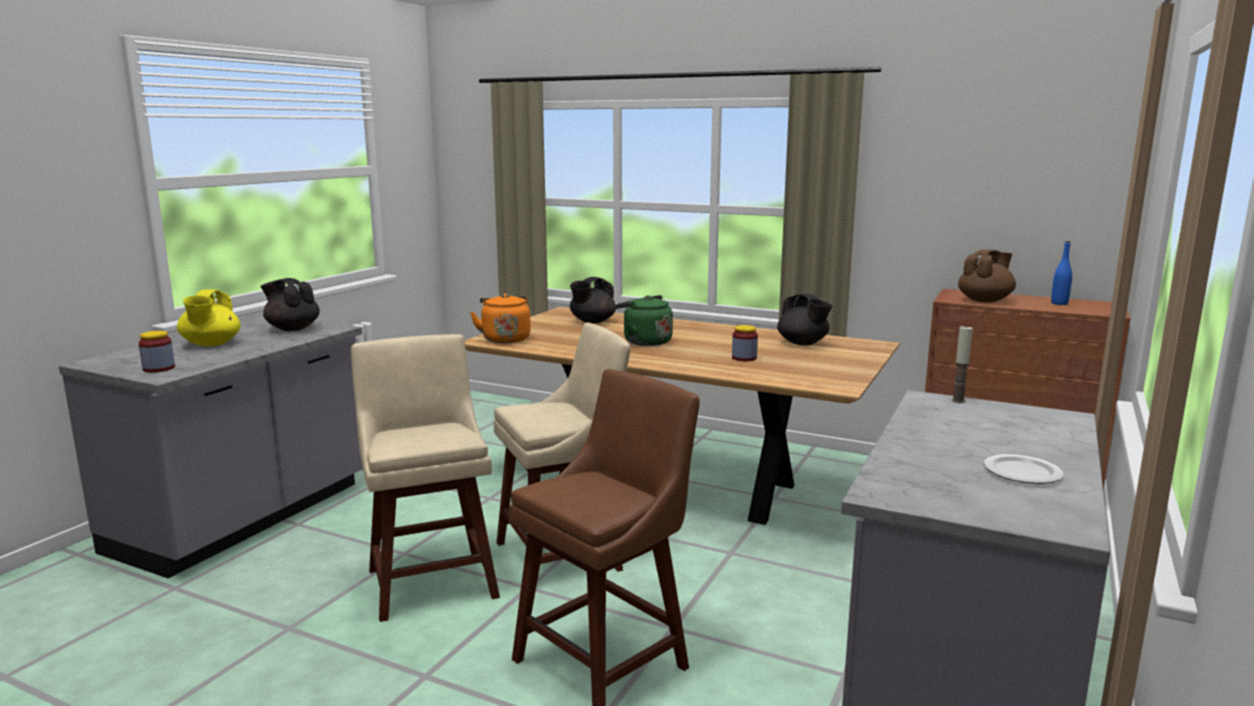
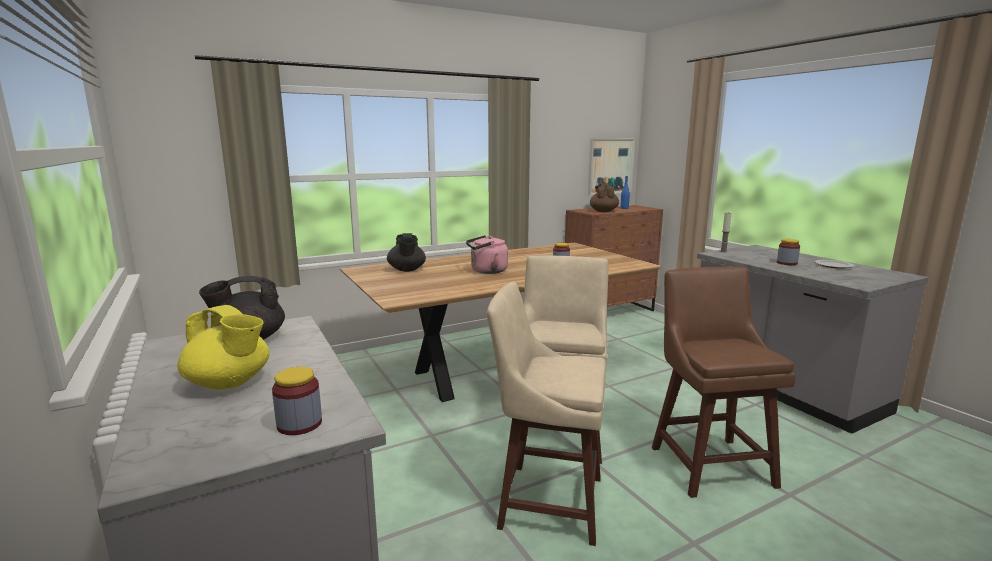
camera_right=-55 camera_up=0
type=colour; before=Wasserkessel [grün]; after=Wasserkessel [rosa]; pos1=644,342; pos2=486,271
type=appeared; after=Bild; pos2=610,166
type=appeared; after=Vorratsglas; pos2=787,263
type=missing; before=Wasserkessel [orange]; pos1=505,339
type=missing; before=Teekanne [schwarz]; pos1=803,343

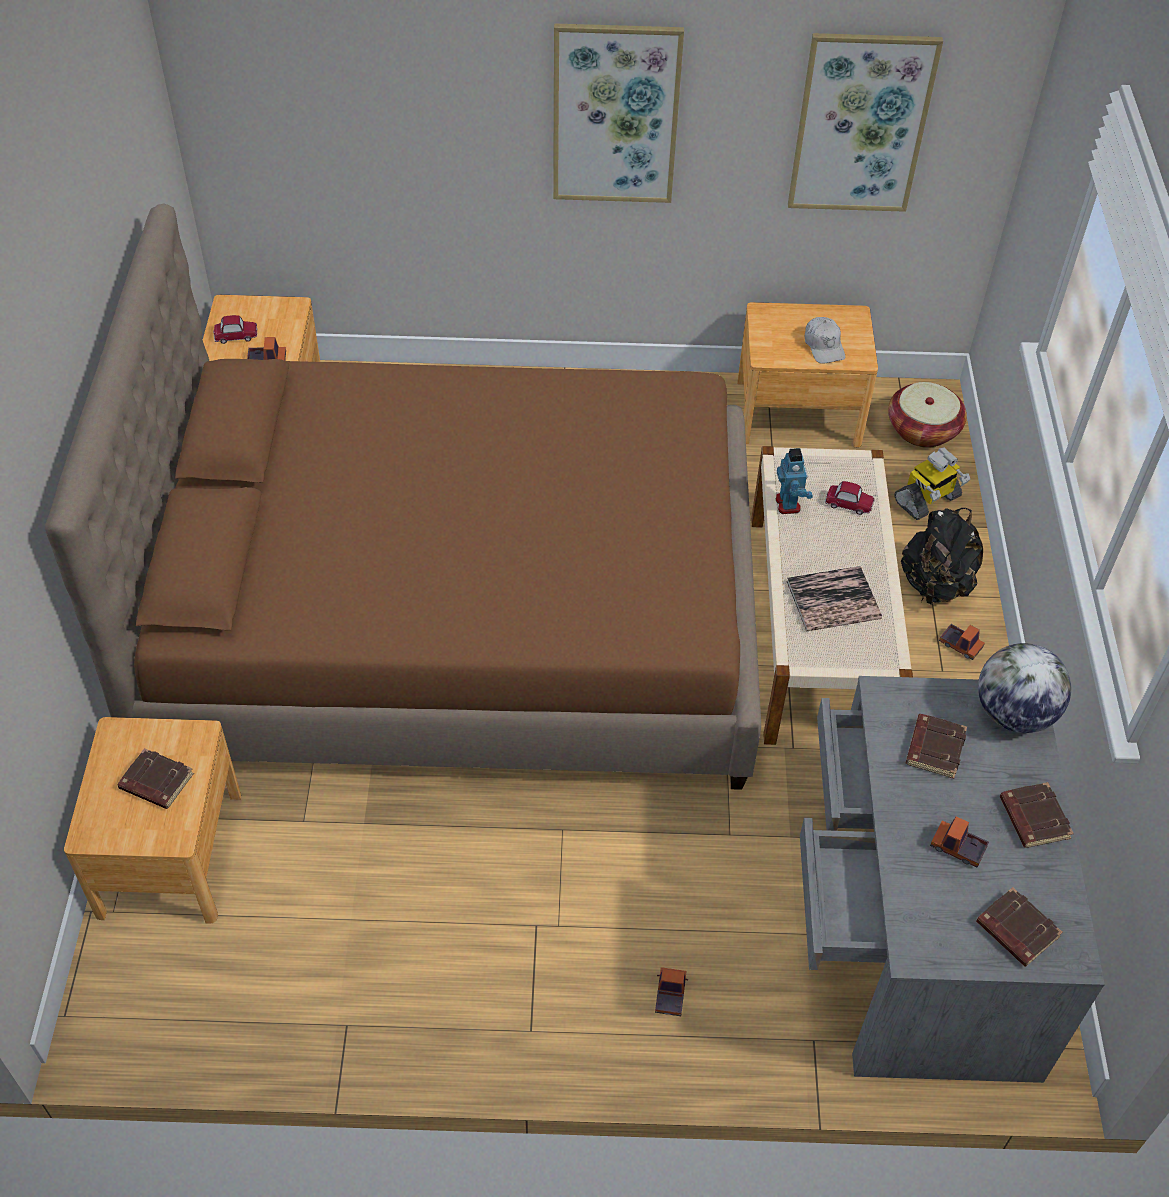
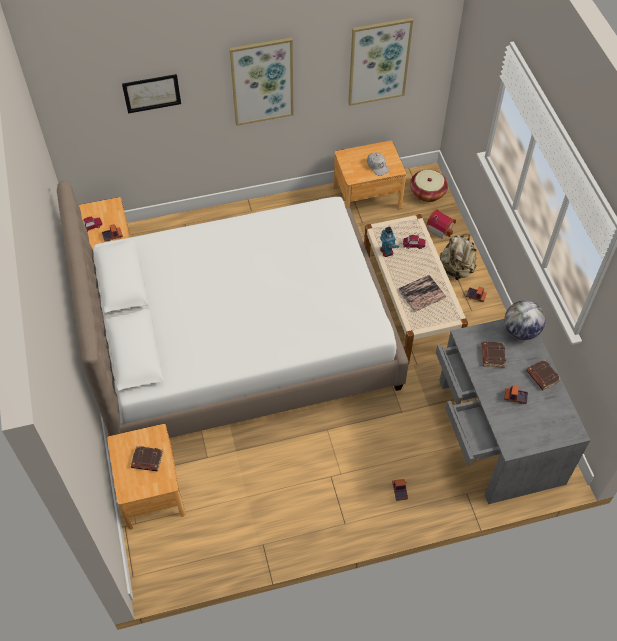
camera_right=-15 camera_up=5
type=colour; before=Bett [braun]; after=Bett [weiß]; pos1=455,615; pos2=240,340
type=appeared; after=Bild; pos2=152,93
type=exchanged; before=Spielzeugroboter; after=Spielzeughaus; pos1=927,500; pos2=440,228
type=colour; before=Rucksack [schwarz]; after=Rucksack [beige]; pos1=935,585; pos2=456,269
type=missing; before=Buch [braun]; pos1=1015,930

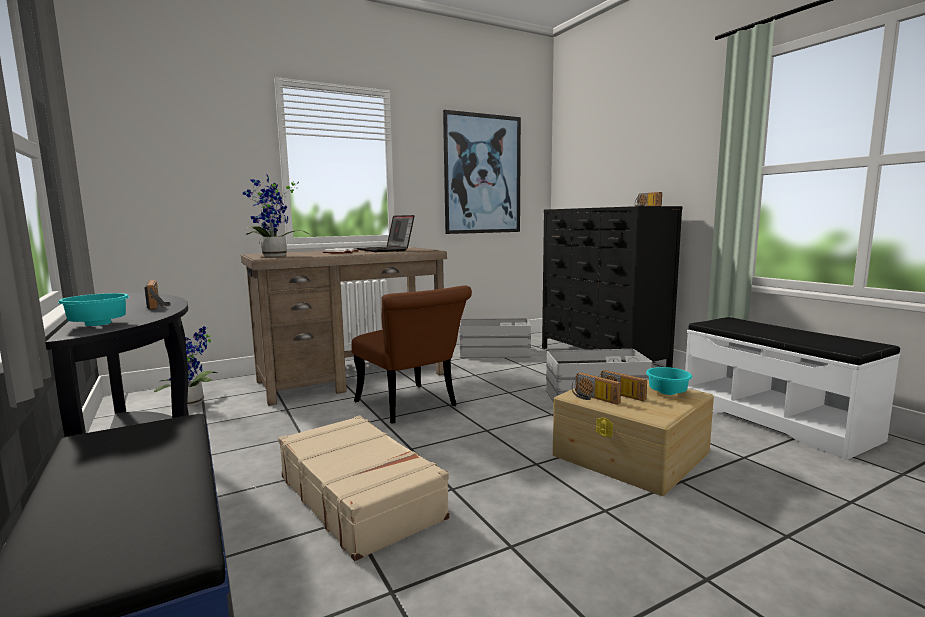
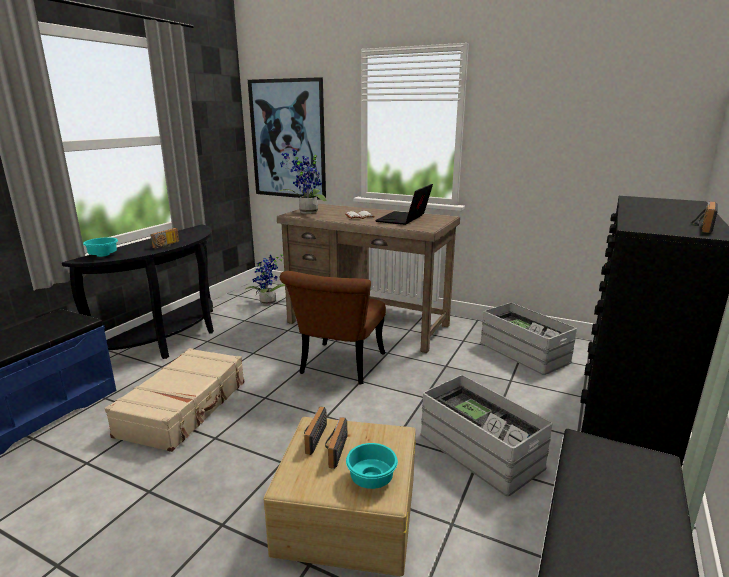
camera_right=55 camera_up=10
type=relocated; before=Bild; pos1=482,174; pos2=288,139

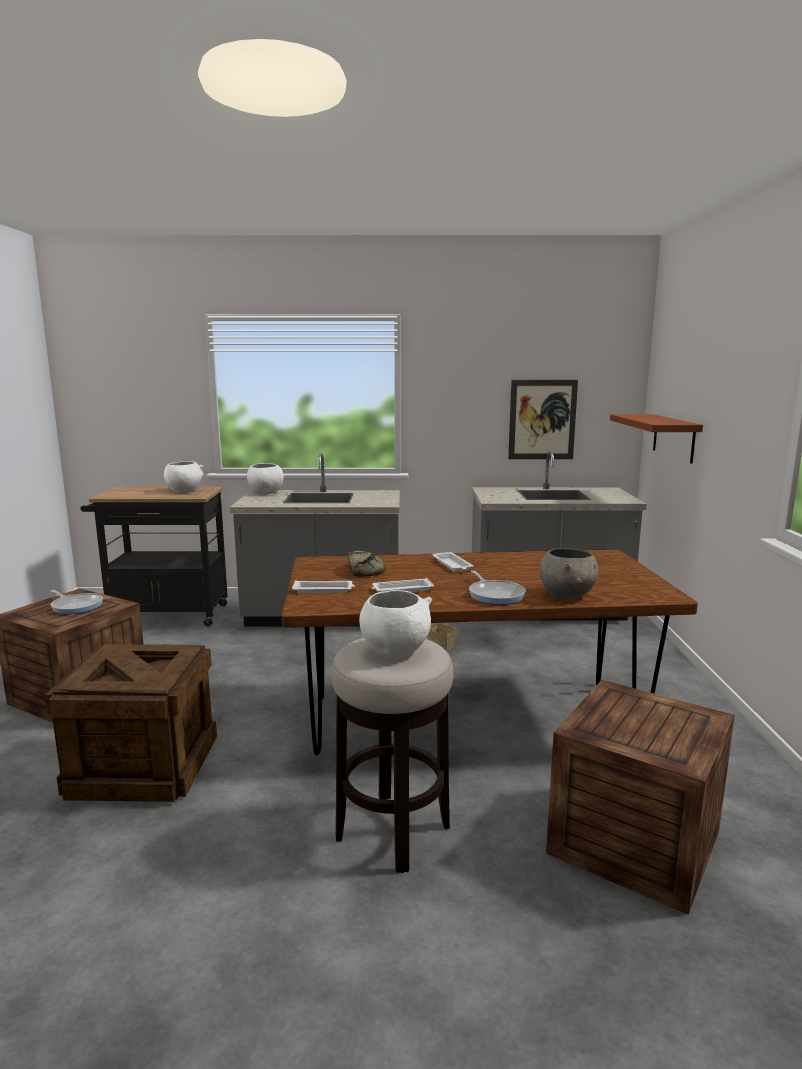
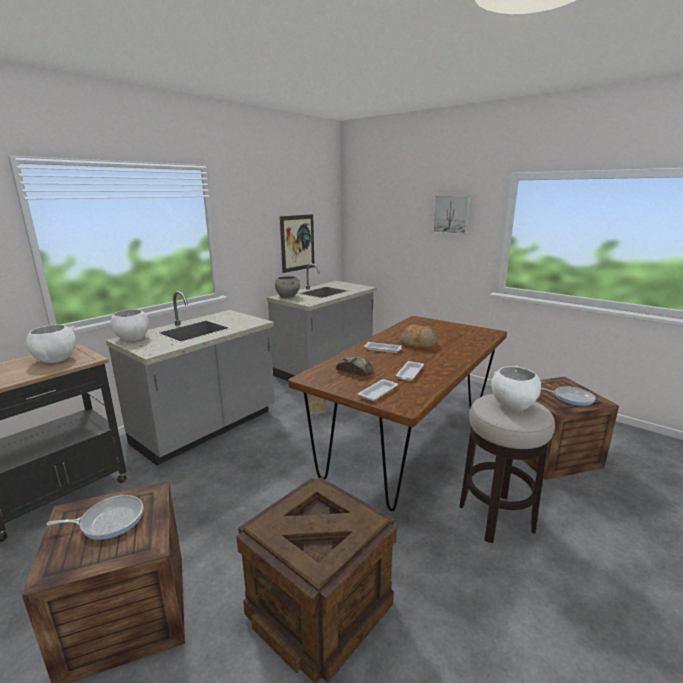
camera_right=-50 camera_up=5
type=relocated; before=Schüssel [grau]; pos1=567,595; pos2=288,296
type=appeared; after=Brot; pos2=418,344
type=appeared; after=Bild; pos2=451,214
type=relocated; before=Pfanne; pos1=495,595; pos2=571,398
type=missing; before=Wandregal [braun]; pos1=673,437

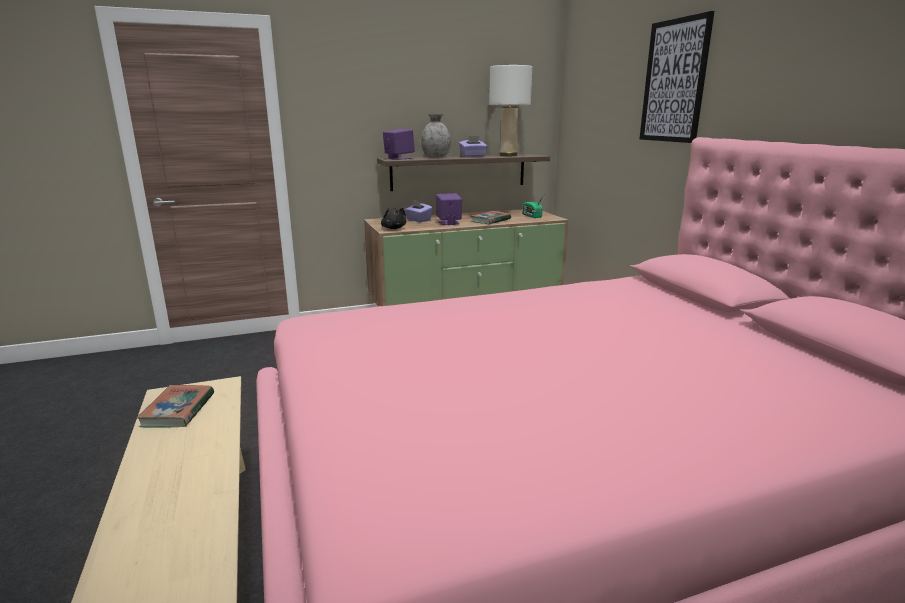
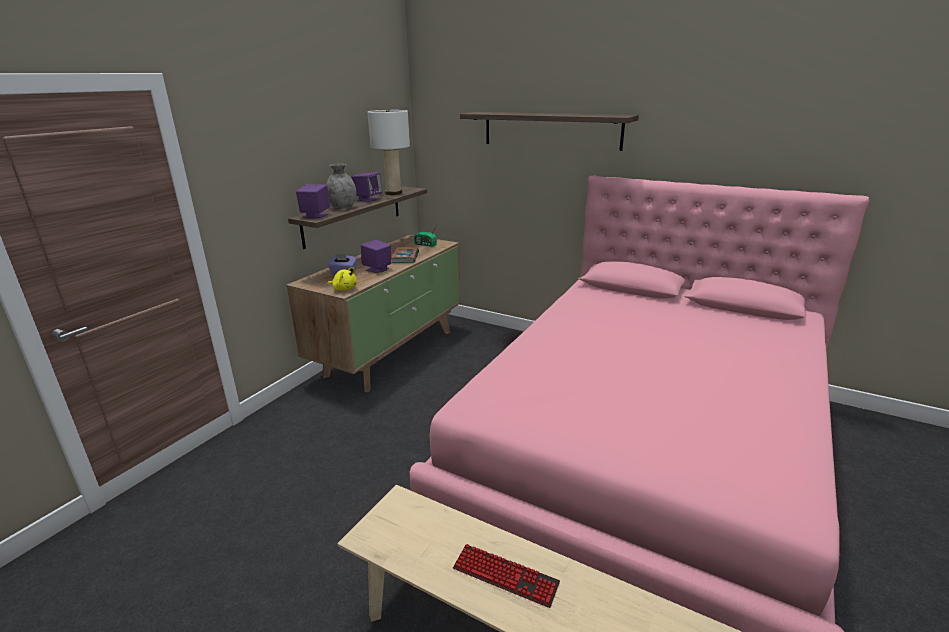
camera_right=-40 camera_up=5
type=colour; before=Plüschtier [schwarz]; after=Plüschtier [gelb]; pos1=393,228; pos2=344,289
type=exchanged; before=Taschentuchbox [lila]; after=Lautsprecher [lila]; pos1=473,156; pos2=368,199
type=appeared; after=Tastatur; pos2=505,576
type=exchanged; before=Bild; after=Wandregal; pos1=674,81; pos2=551,130
type=missing; before=Buch; pos1=178,410

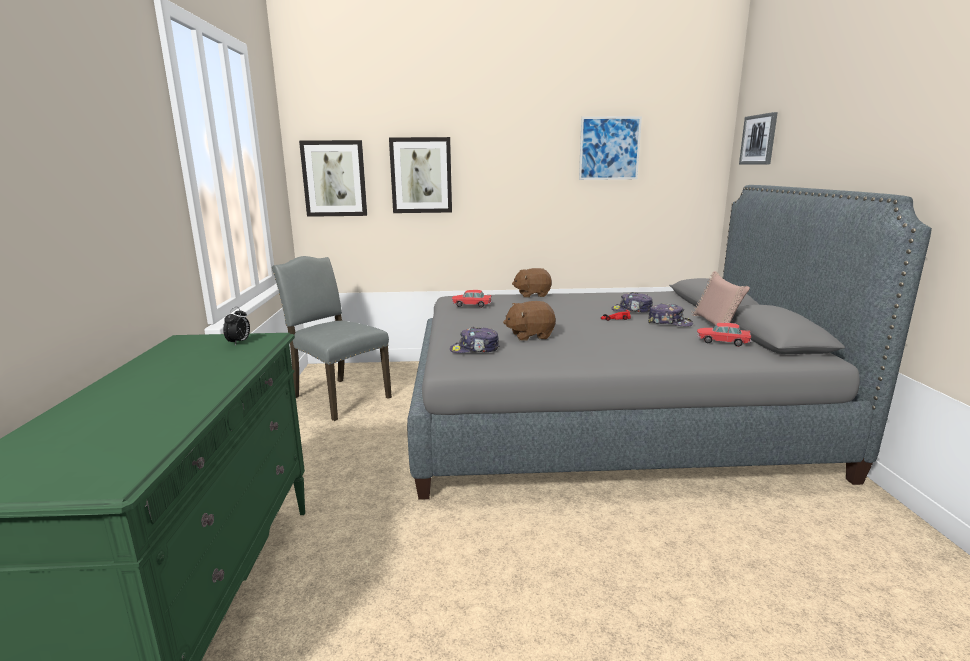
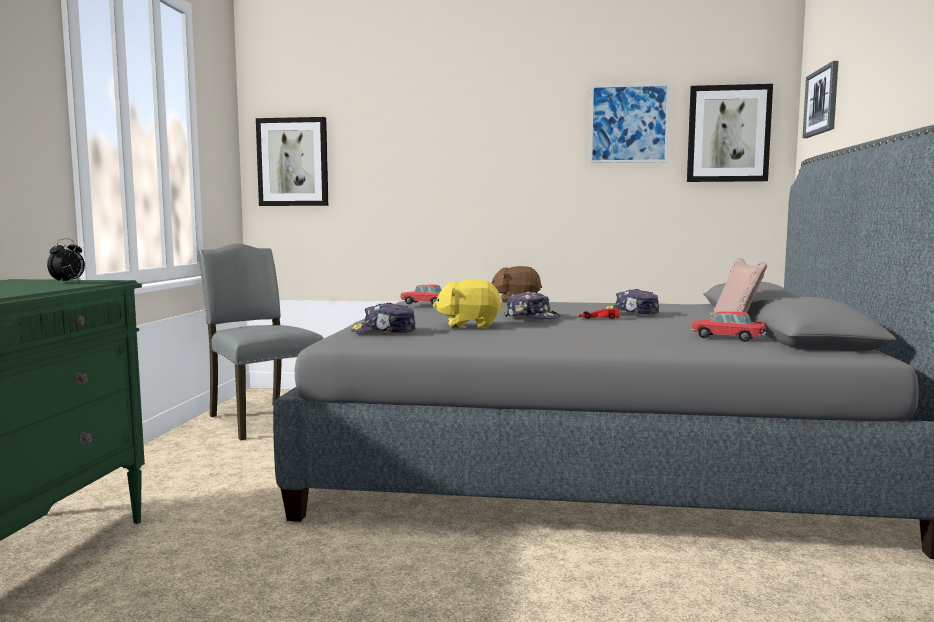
camera_right=10 camera_up=-10
type=colour; before=Plüschtier [braun]; after=Plüschtier [gelb]; pos1=530,335; pos2=469,326
type=relocated; before=Kappe; pos1=669,323; pos2=532,317
type=relocated; before=Bild; pos1=421,175; pos2=728,134

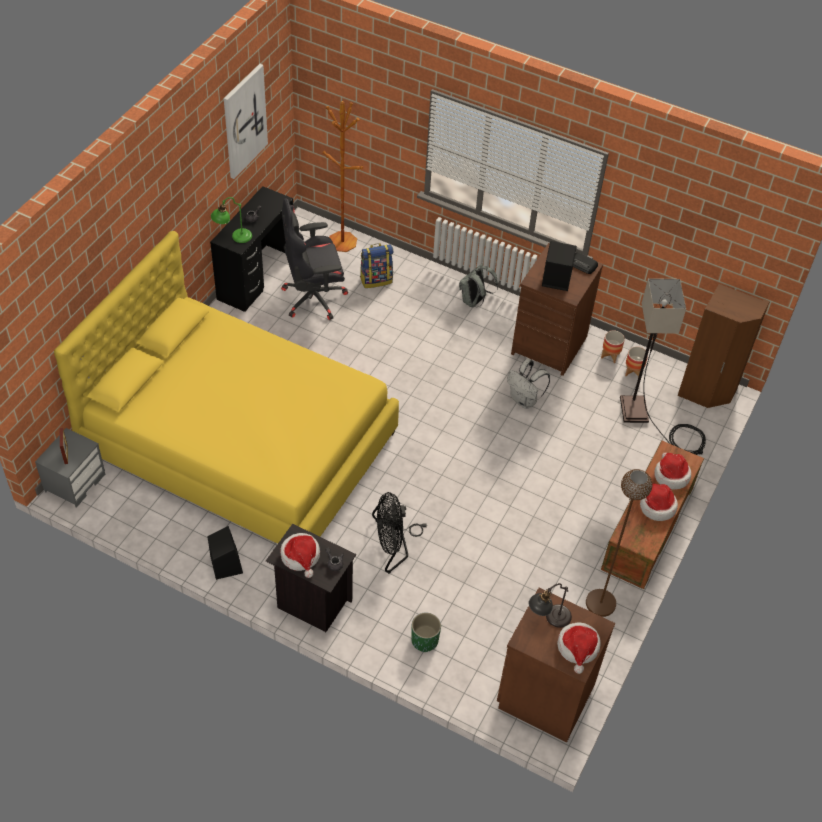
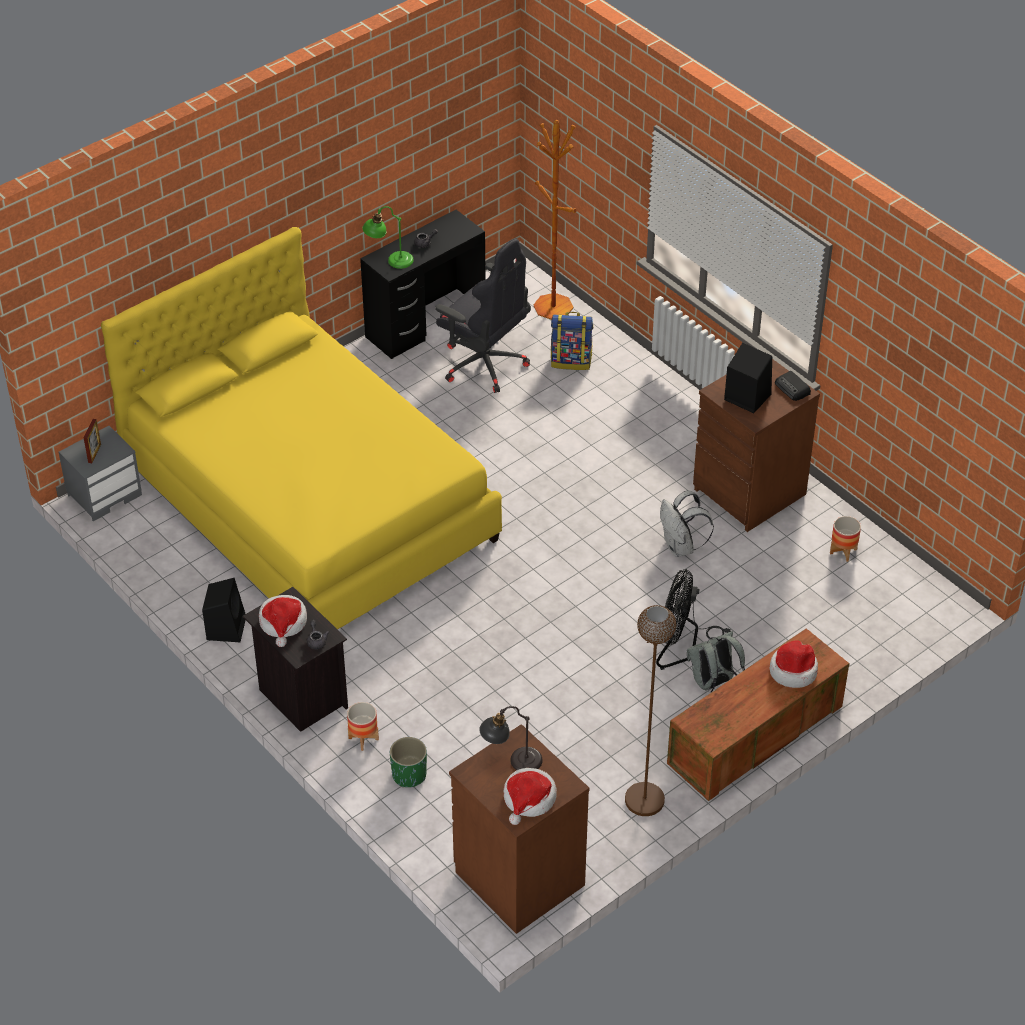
camera_right=25 camera_up=-5
type=relocated; before=Pflanzkübel; pos1=610,356; pos2=363,738
type=spun; before=Bürostuhl [schwarz]; pos1=314,298; pos2=483,364; turn=-150
type=relocated; before=Ventilator [schwarz]; pos1=394,542; pos2=683,639
type=relocated; before=Rucksack [grau]; pos1=474,301; pos2=713,683
type=missing; before=Bild; pos1=244,121
type=missing; before=Stehlampe; pos1=662,427
type=missing; before=Hut; pos1=656,506
type=missing; before=Schrank [braun]; pos1=707,390

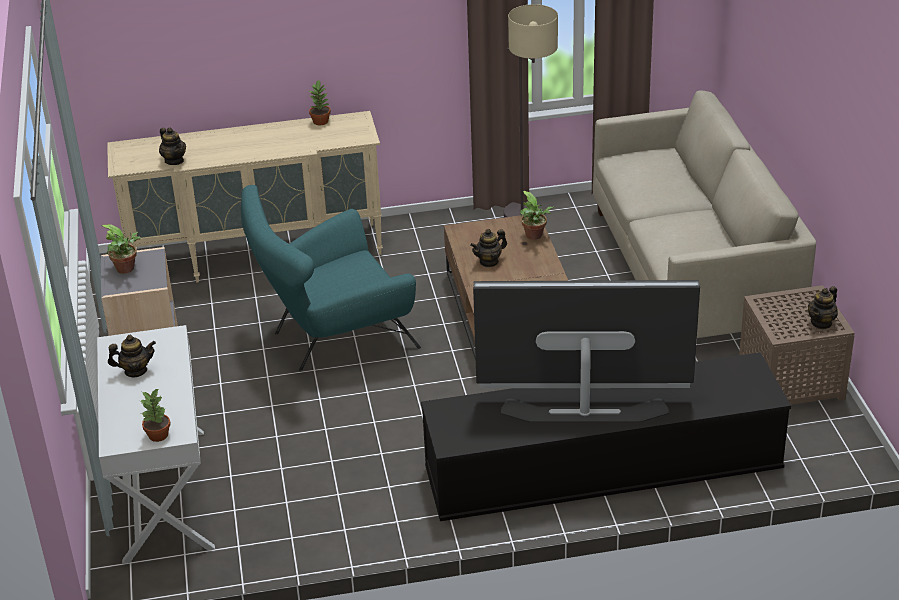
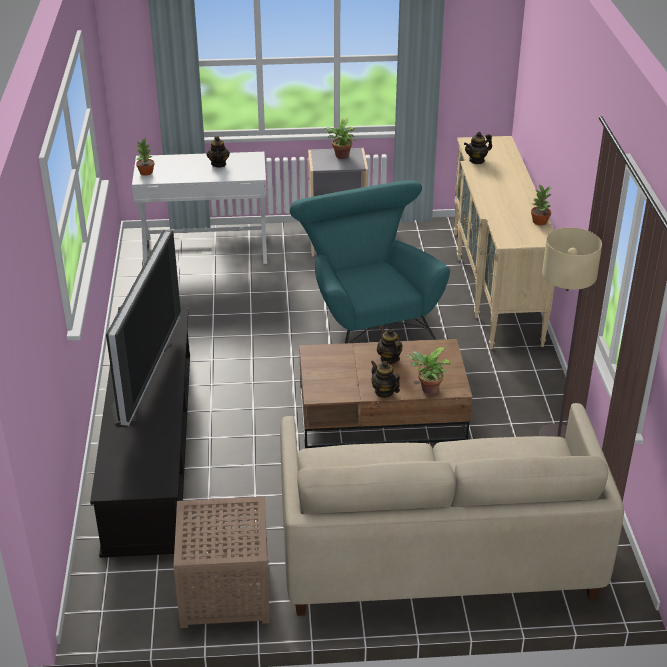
camera_right=95 camera_up=0
type=relocated; before=Teekanne; pos1=821,323; pos2=384,392

